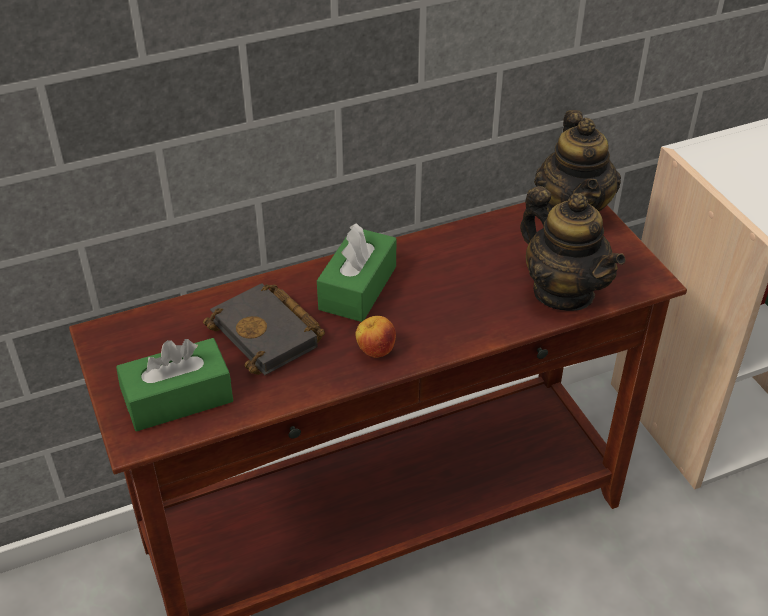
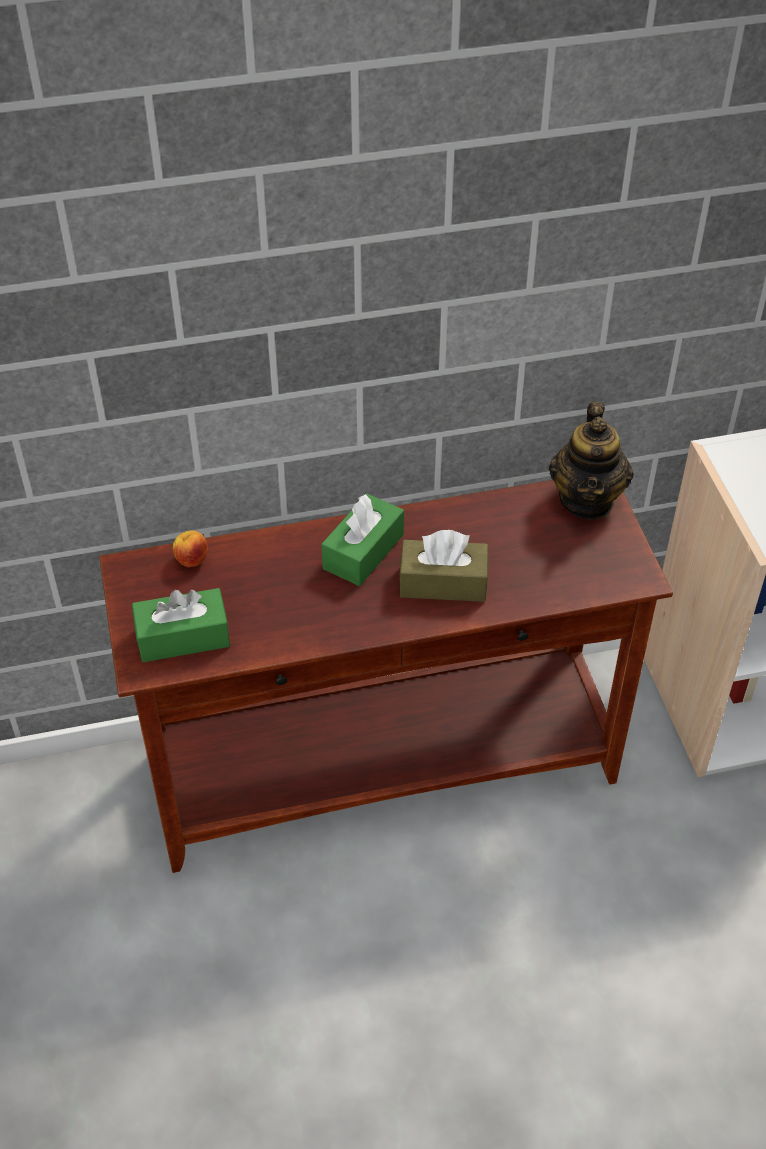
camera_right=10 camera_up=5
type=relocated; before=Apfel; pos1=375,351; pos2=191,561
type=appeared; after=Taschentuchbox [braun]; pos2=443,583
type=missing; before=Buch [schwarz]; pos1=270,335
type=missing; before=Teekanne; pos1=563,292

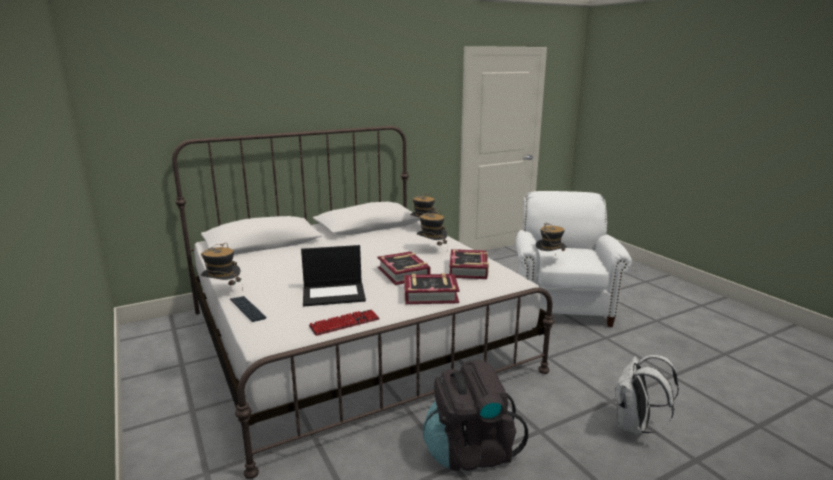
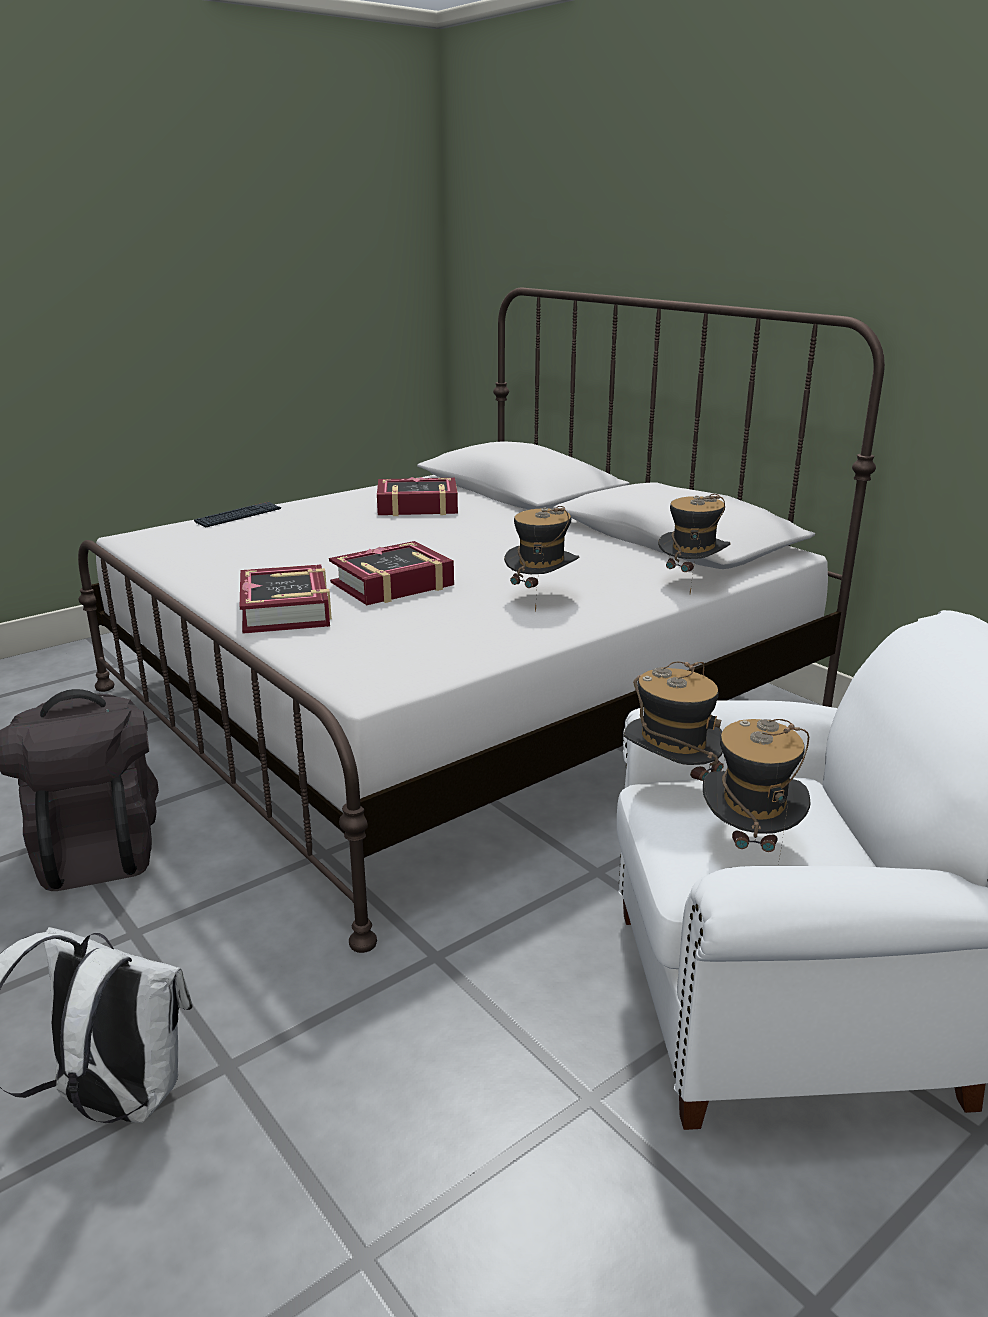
camera_right=80 camera_up=5
type=relocated; before=Buch; pos1=468,269; pos2=417,506
type=relocated; before=Hut; pos1=223,291; pos2=748,848
type=missing; before=Laptop; pos1=334,294
type=missing; before=Tastatur; pos1=344,323

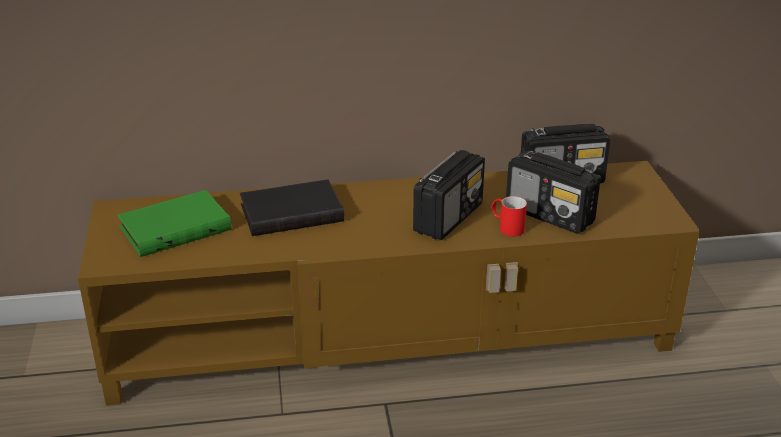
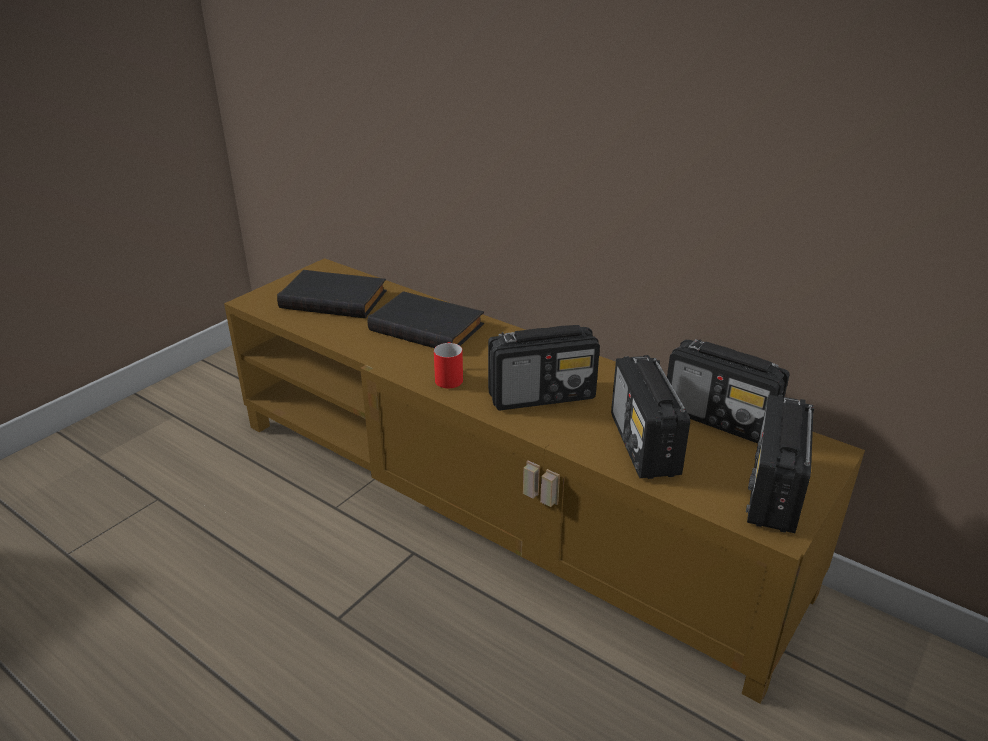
camera_right=45 camera_up=0
type=colour; before=Buch [grün]; after=Buch [schwarz]; pos1=175,227; pos2=335,298
type=relocated; before=Henkelbecher [rot]; pos1=506,227; pos2=449,376
type=appeared; after=Radio; pos2=773,493

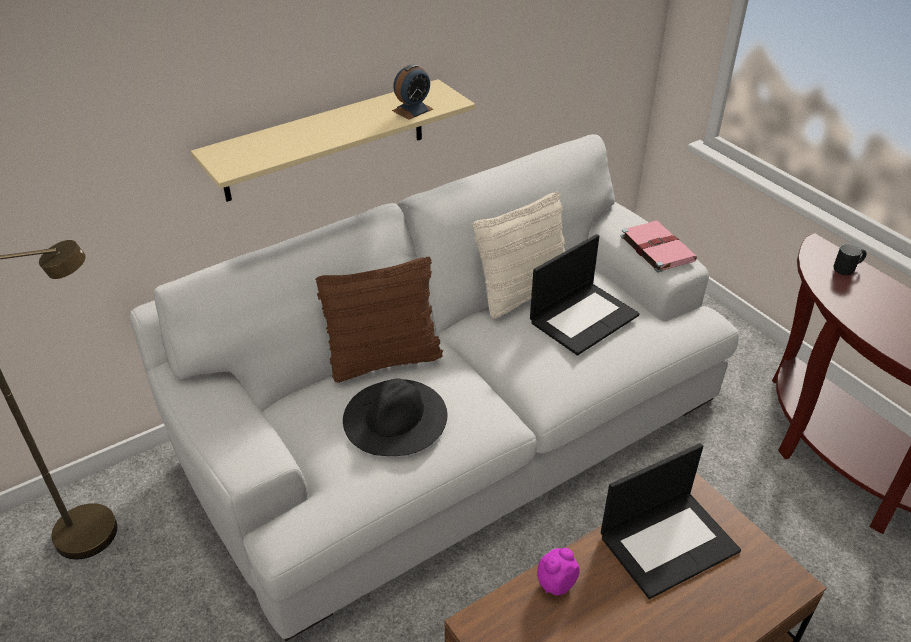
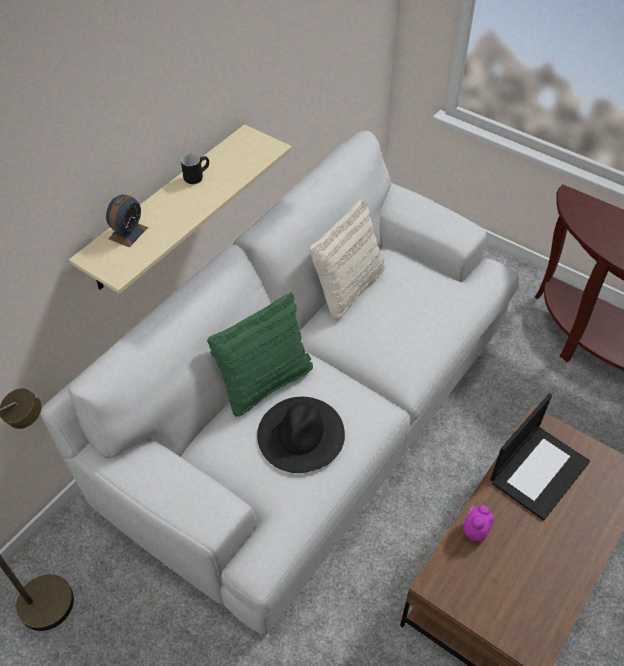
camera_right=-20 camera_up=10
type=relocated; before=Wecker; pos1=412,110; pos2=128,233
type=relocated; before=Henkelbecher [schwarz]; pos1=846,268; pos2=196,176
type=colour; before=Kissen [braun]; after=Kissen [grün]; pos1=384,360; pos2=265,383
type=missing; before=Laptop; pos1=584,317
type=missing; before=Buch [rosa]; pos1=656,247

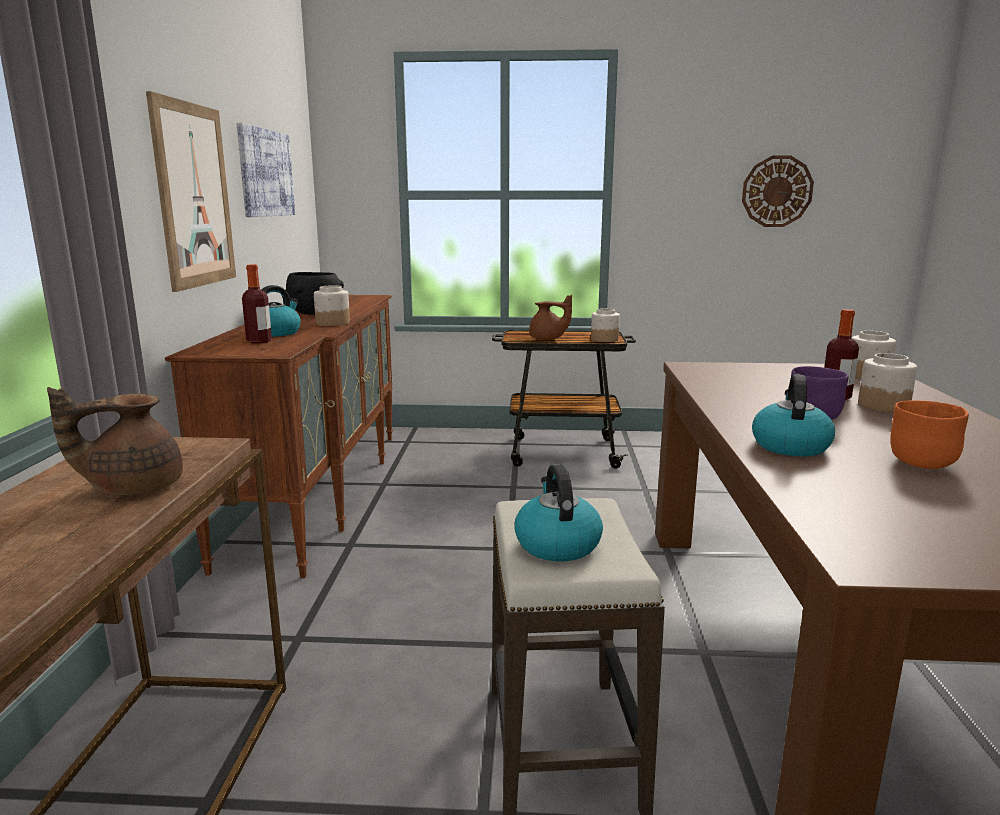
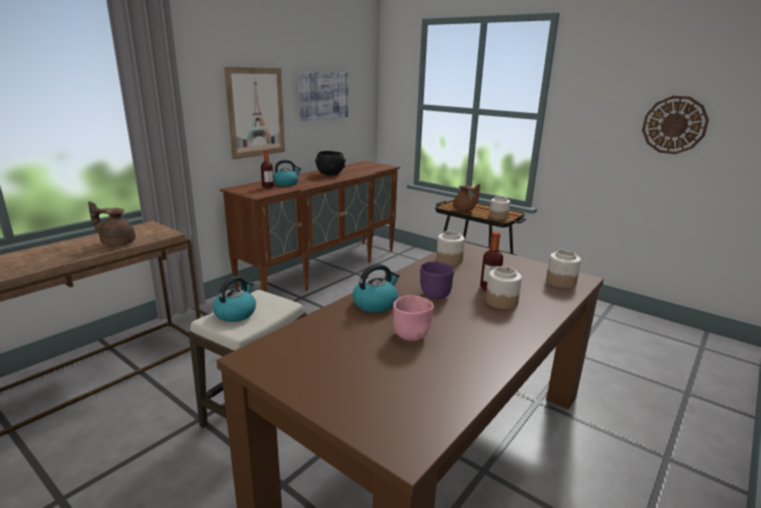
camera_right=35 camera_up=5
type=colour; before=Schüssel [orange]; after=Schüssel [rosa]; pos1=921,463; pos2=411,335
type=relocated; before=Vorratsglas; pos1=332,323; pos2=449,260

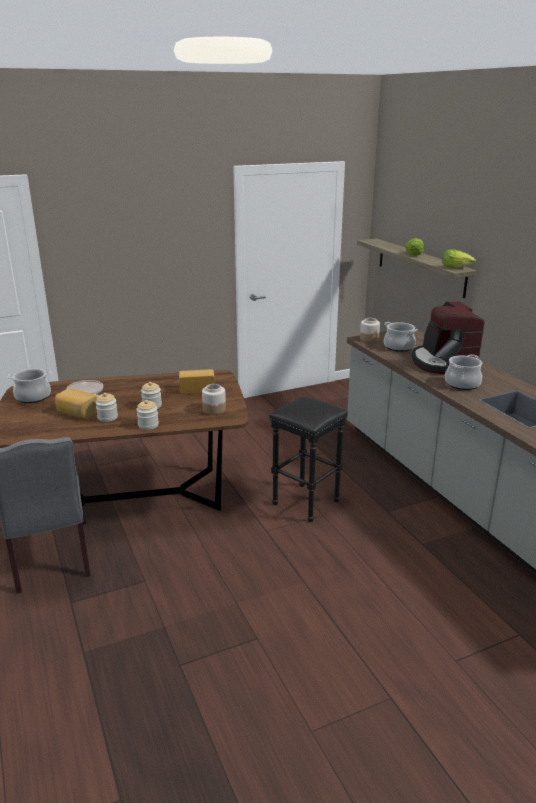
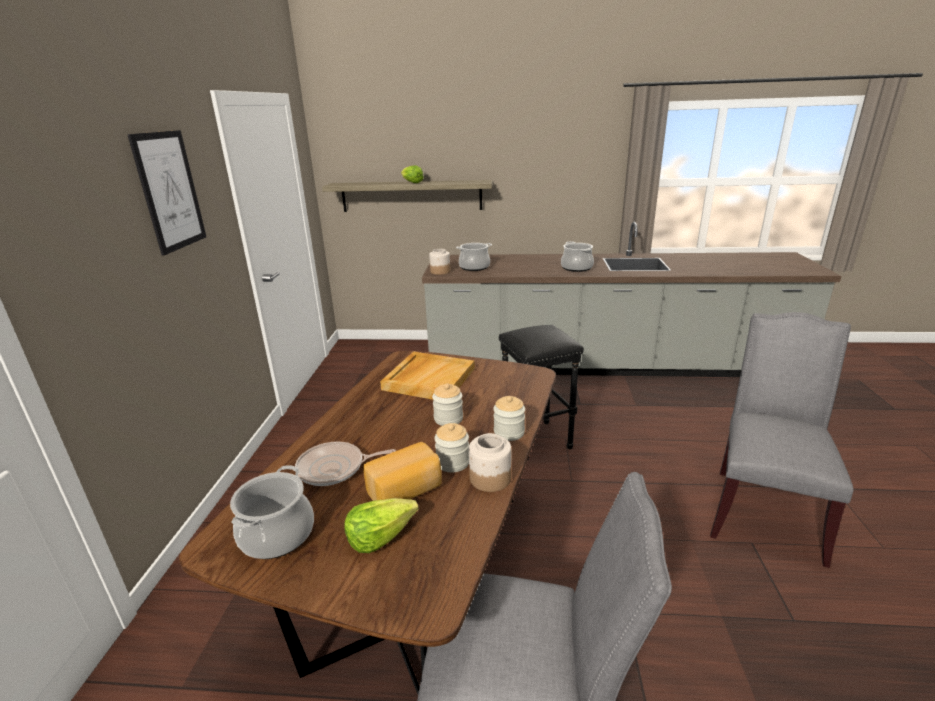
camera_right=-60 camera_up=0
type=appeared; after=Bild; pos2=170,191
type=relocated; before=Salatkopf; pos1=456,267; pos2=380,536
type=exchanged; before=Brot; after=Tablett [beige]; pos1=197,388; pos2=429,378
type=relocated; before=Vorratsglas; pos1=214,409; pos2=489,478
type=appeared; after=Stuhl [grau]; pos2=762,509
type=missing; before=Kaffeemaschine; pos1=443,363

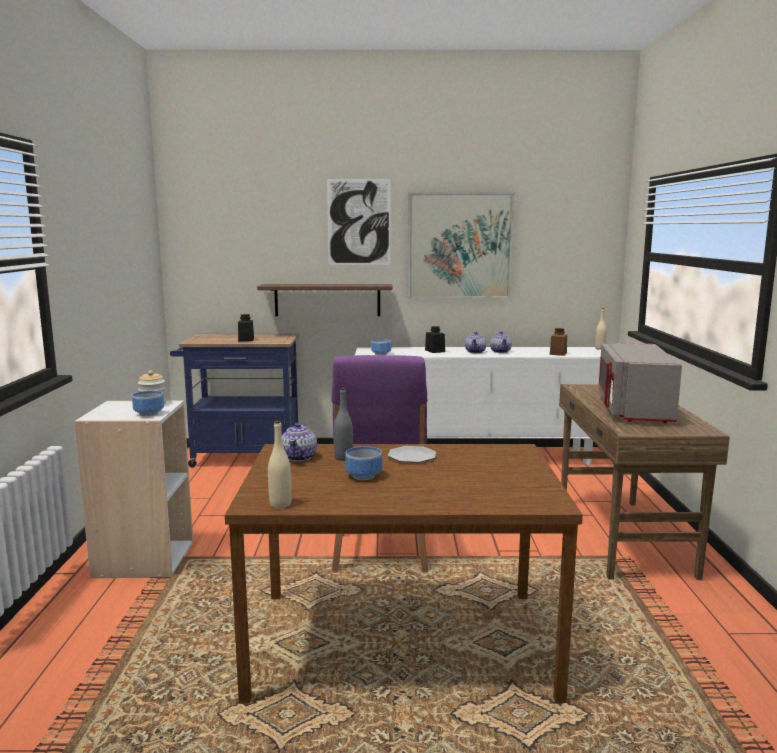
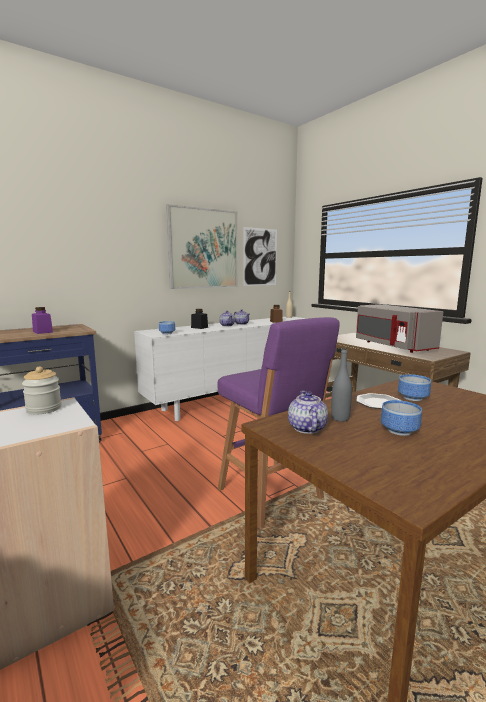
camera_right=-35 camera_up=0
type=colour; before=Vorratsglas [schwarz]; after=Vorratsglas [lila]; pos1=246,339; pos2=43,332
type=relocated; before=Bild; pos1=359,222; pos2=260,257
type=spun; before=Teekanne; pos1=299,457; pos2=306,428; turn=-150
type=relocated; before=Schüssel; pos1=150,414; pos2=414,397
type=missing; before=Wandregal; pos1=327,300
type=missing; before=Flasche [beige]; pos1=280,504

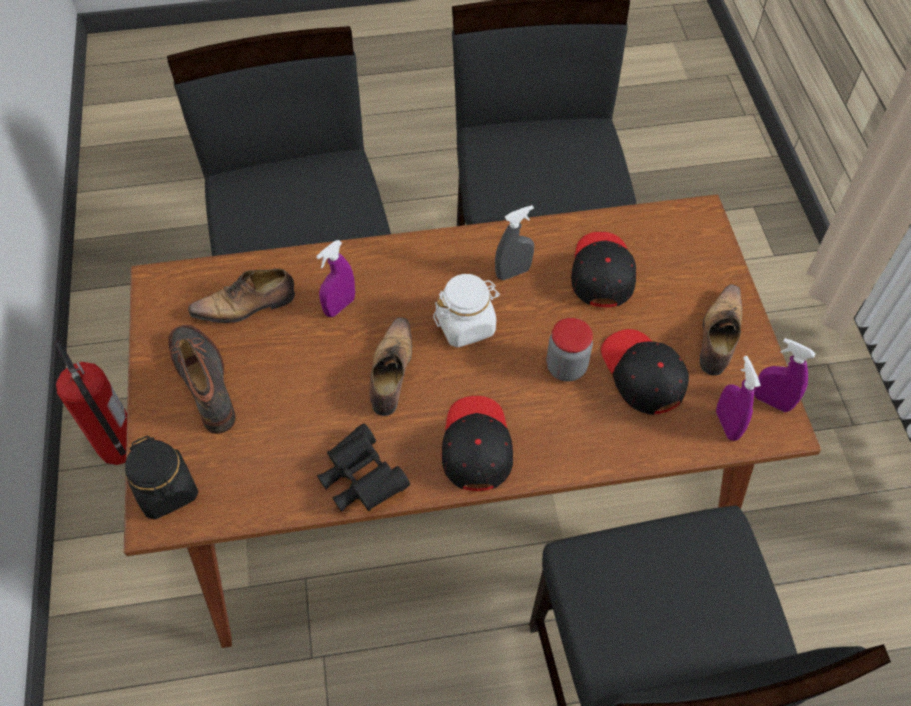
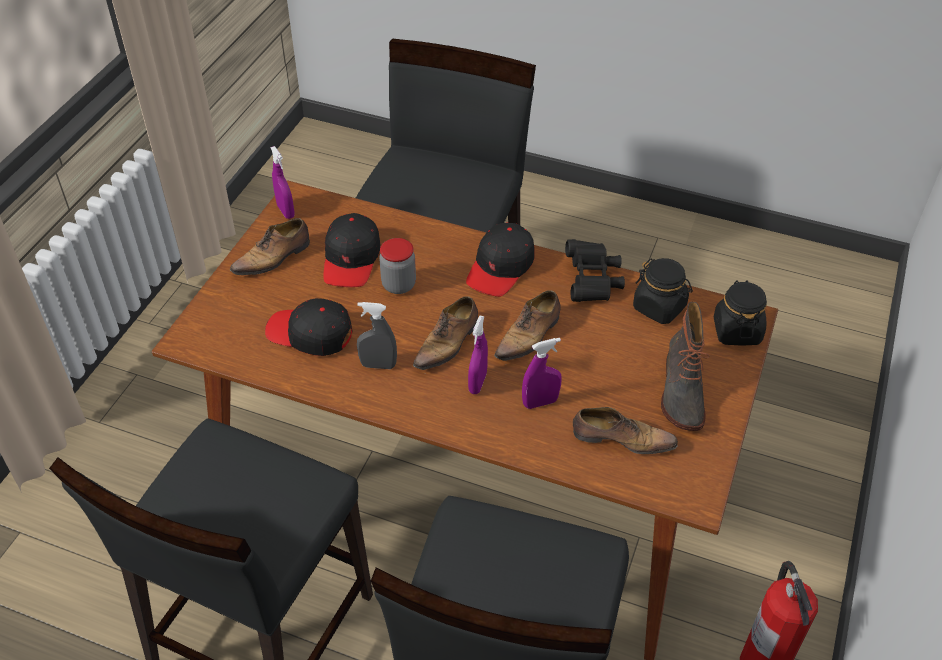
camera_right=-150 camera_up=-10
type=spun; before=Kappe [schwarz]; pos1=601,272; pos2=310,334; turn=75
type=exchanged; before=Vorratsglas [weiß]; after=Schuh; pos1=466,325; pos2=448,343
type=relocated; before=Sprühflasche [lila]; pos1=727,424; pos2=477,383
type=appeared; after=Vorratsglas [schwarz]; pos2=659,307

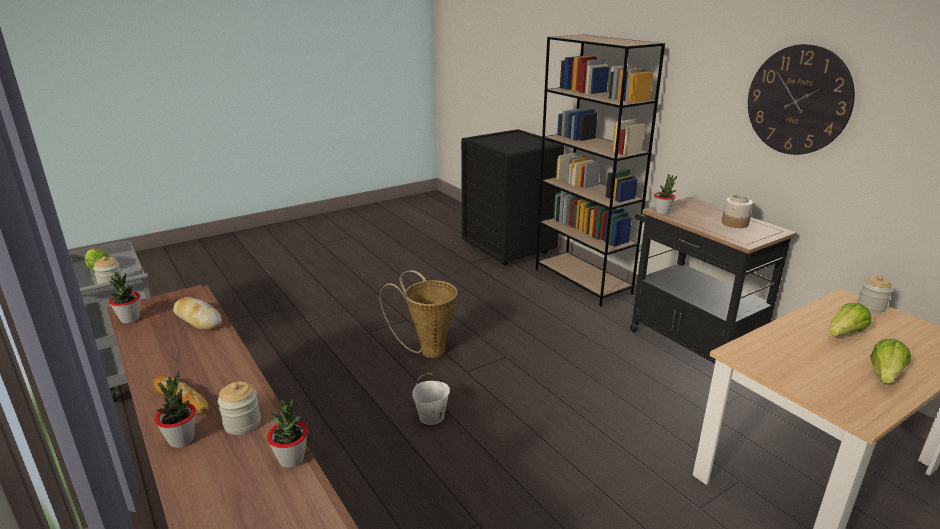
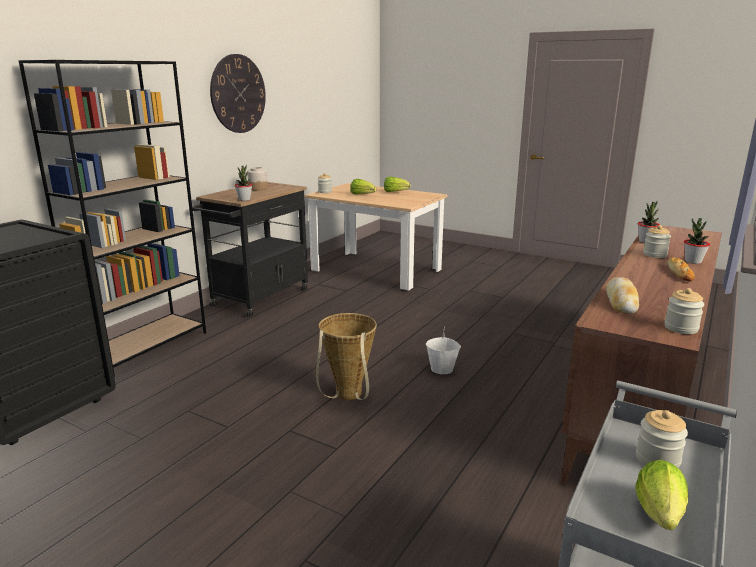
camera_right=-115 camera_up=-5
type=exchanged; before=Topfpflanze; after=Vorratsglas; pos1=130,319; pos2=681,328

